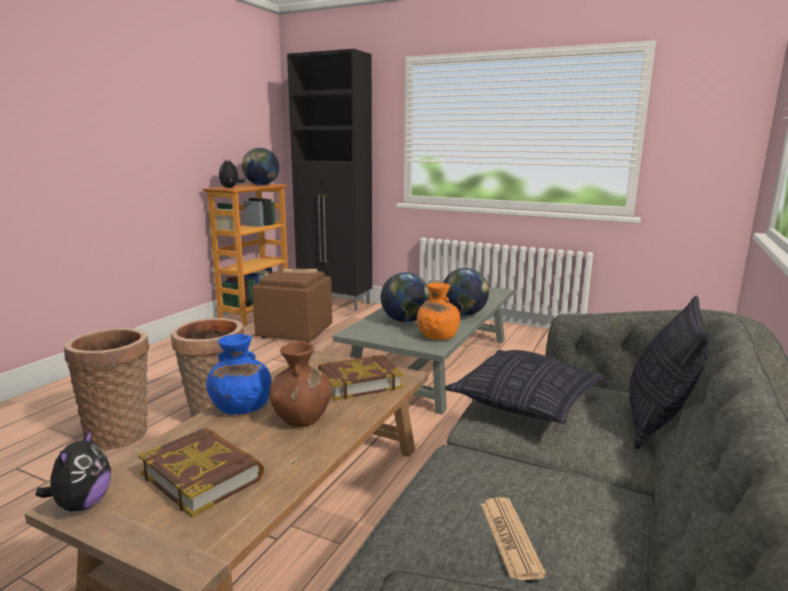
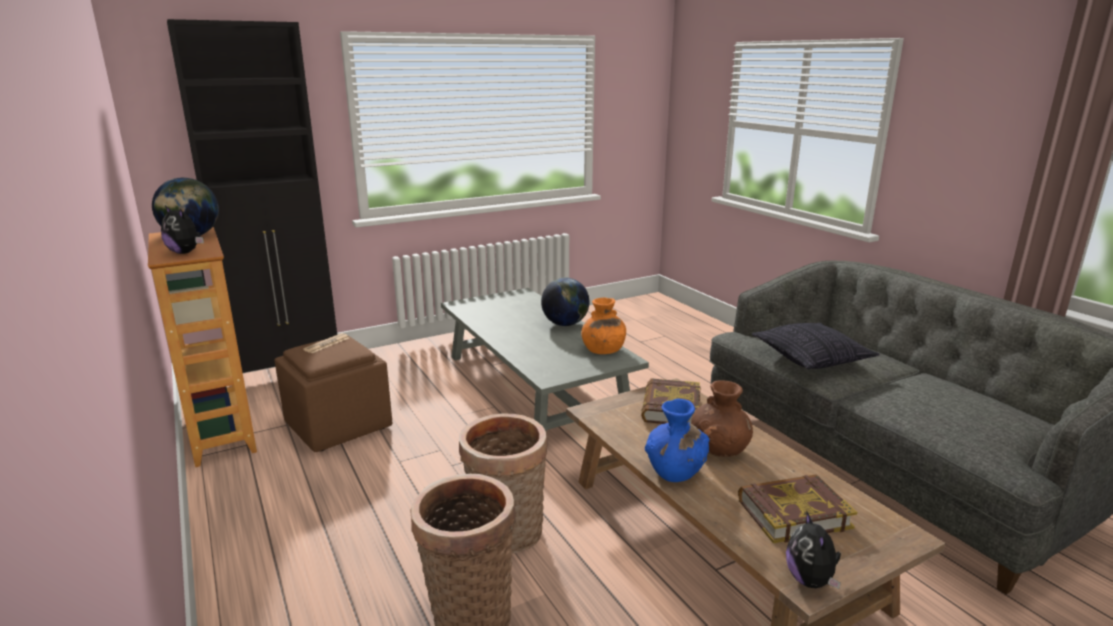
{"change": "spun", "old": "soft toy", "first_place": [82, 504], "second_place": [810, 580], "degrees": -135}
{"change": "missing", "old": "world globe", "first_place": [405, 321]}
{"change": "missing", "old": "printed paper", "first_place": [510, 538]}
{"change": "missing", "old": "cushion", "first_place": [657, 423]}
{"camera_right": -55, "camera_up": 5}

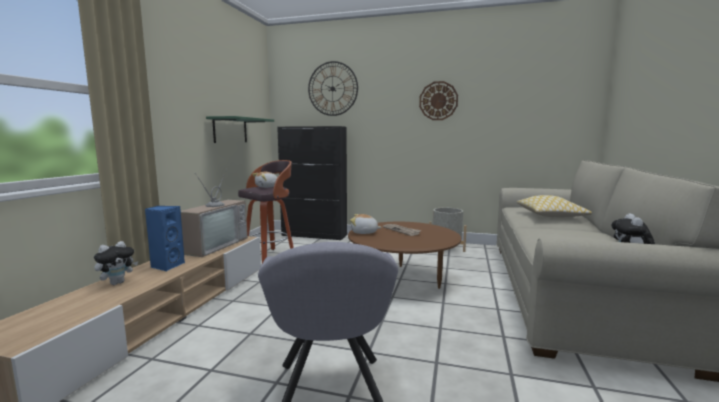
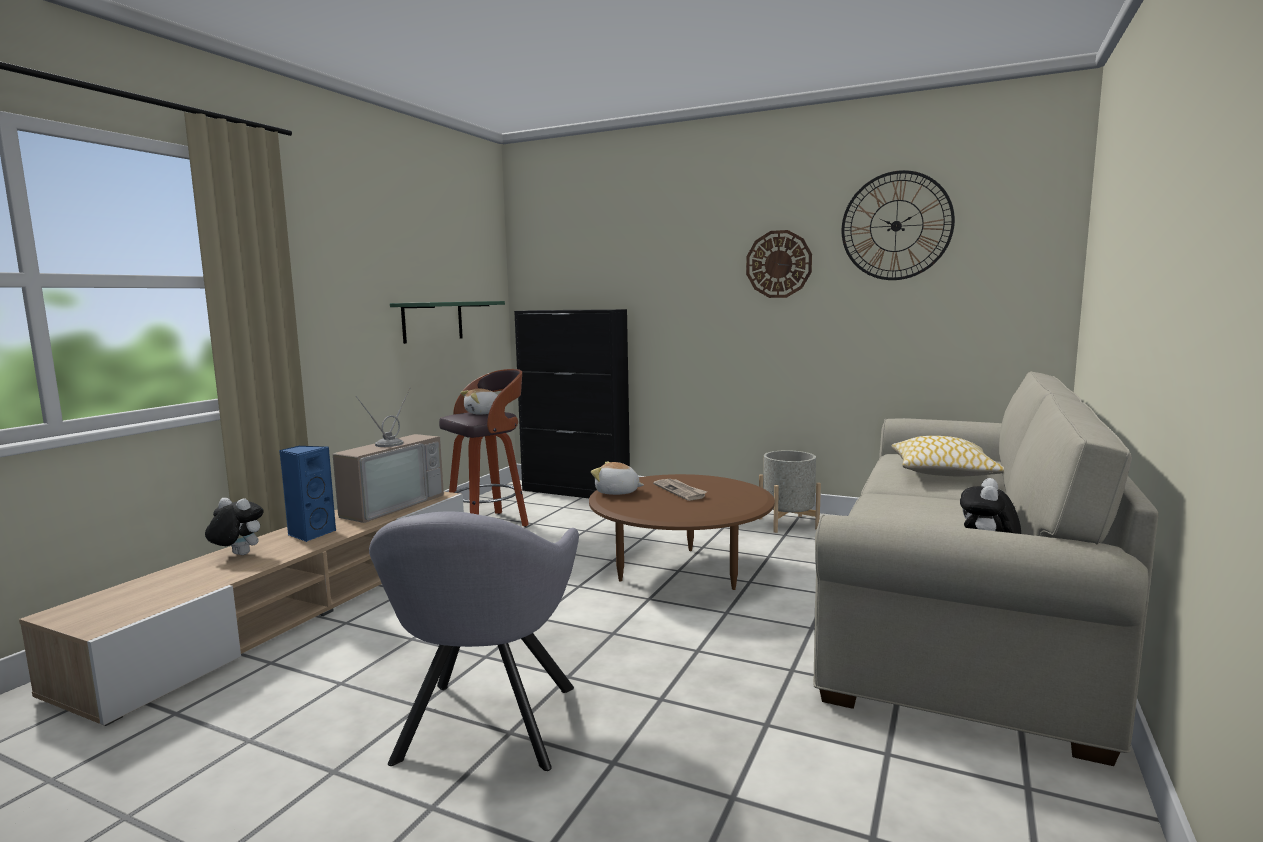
{"change": "spun", "old": "soft toy", "first_place": [117, 283], "second_place": [237, 555], "degrees": -120}
{"change": "relocated", "old": "wall clock", "first_place": [332, 88], "second_place": [896, 226]}
{"camera_right": 10, "camera_up": 0}

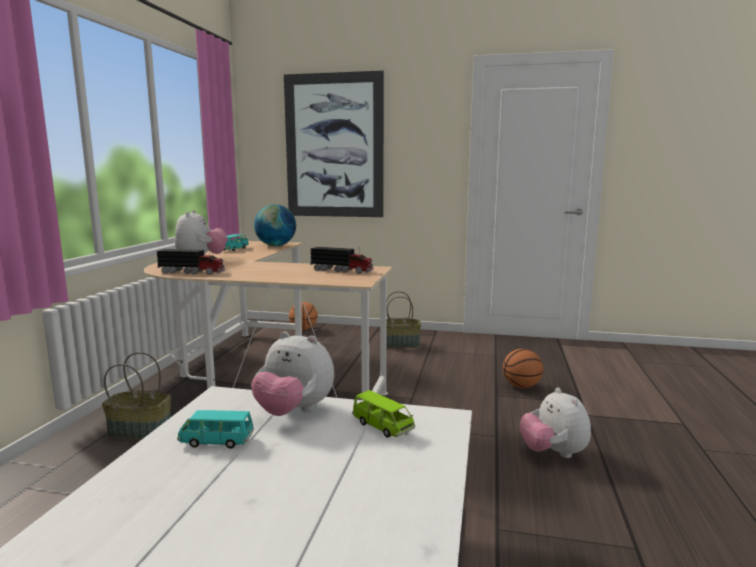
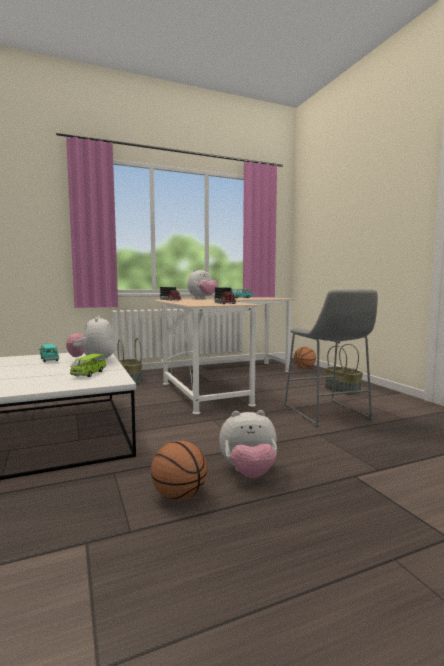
{"change": "missing", "old": "world globe", "first_place": [276, 245]}
{"change": "missing", "old": "wall art", "first_place": [334, 146]}
{"change": "relocated", "old": "basketball ball", "first_place": [521, 386], "second_place": [179, 496]}
{"change": "spun", "old": "soft toy", "first_place": [553, 453], "second_place": [249, 473], "degrees": -135}
{"change": "appeared", "new": "sitting stool/greyish", "second_place": [327, 414]}
{"camera_right": 55, "camera_up": -5}

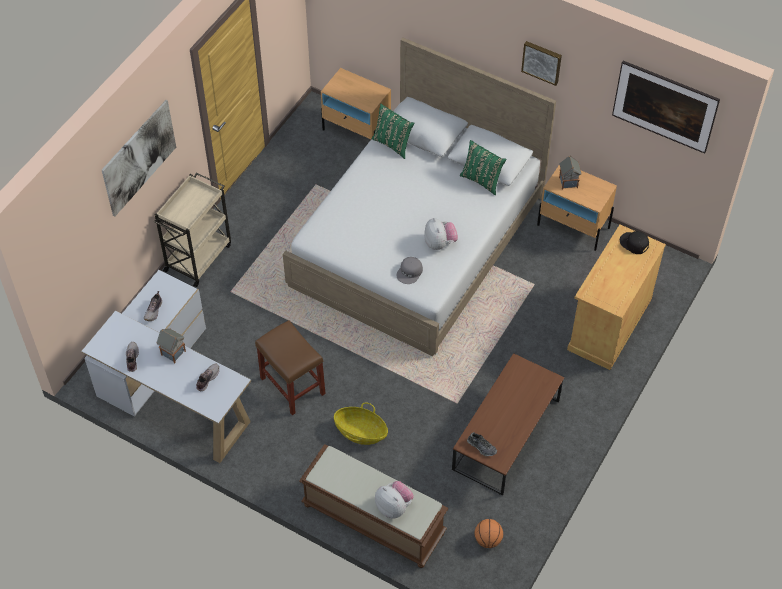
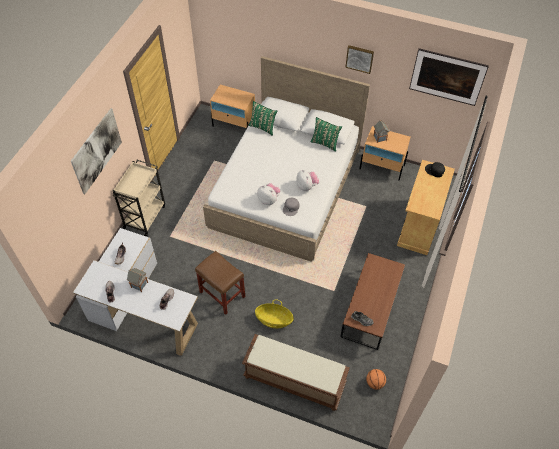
{"change": "relocated", "old": "soft toy", "first_place": [394, 507], "second_place": [269, 200]}
{"camera_right": -10, "camera_up": 0}

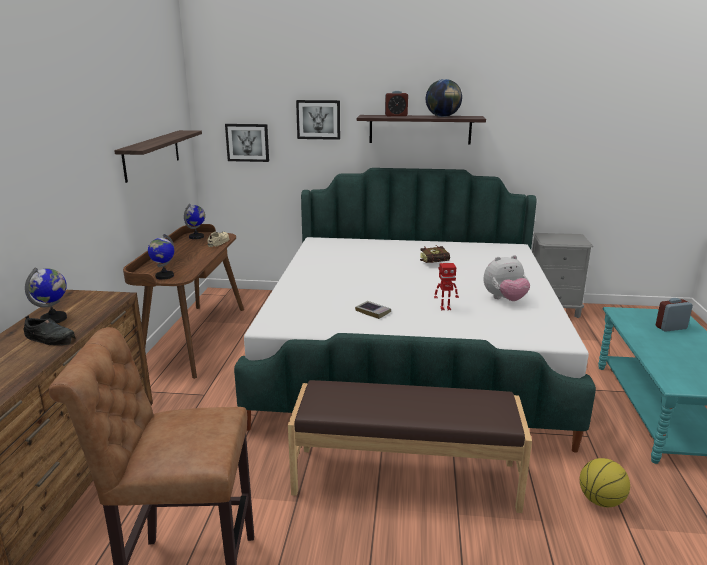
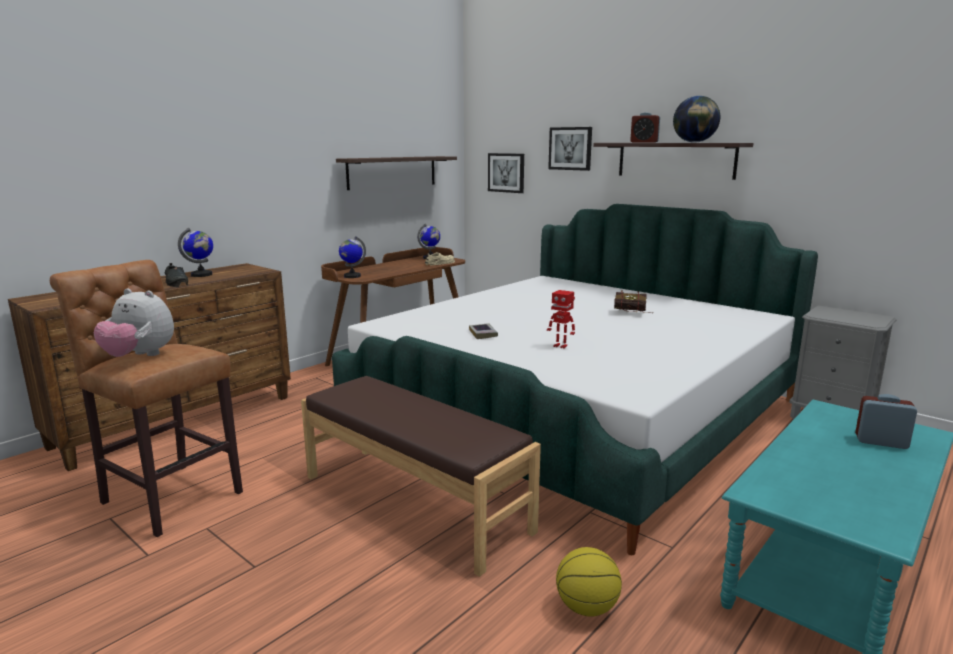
{"change": "relocated", "old": "soft toy", "first_place": [504, 299], "second_place": [139, 356]}
{"camera_right": 35, "camera_up": -5}

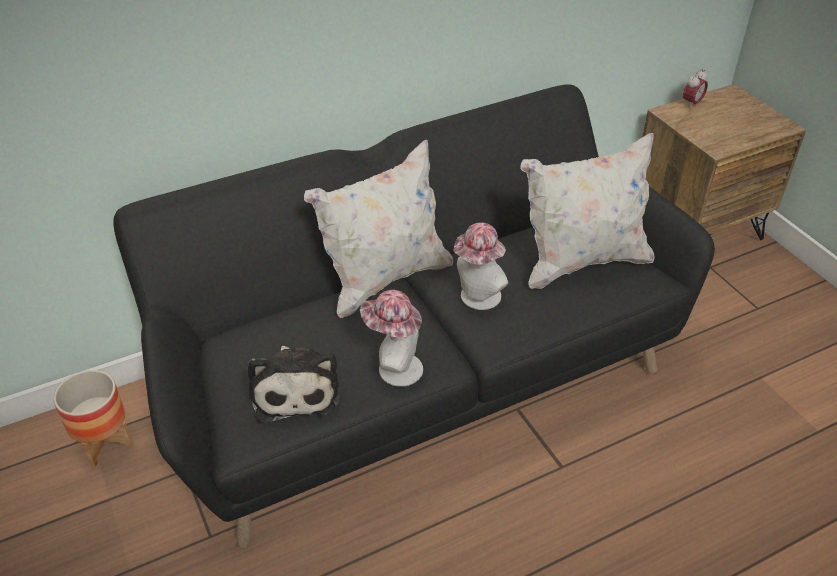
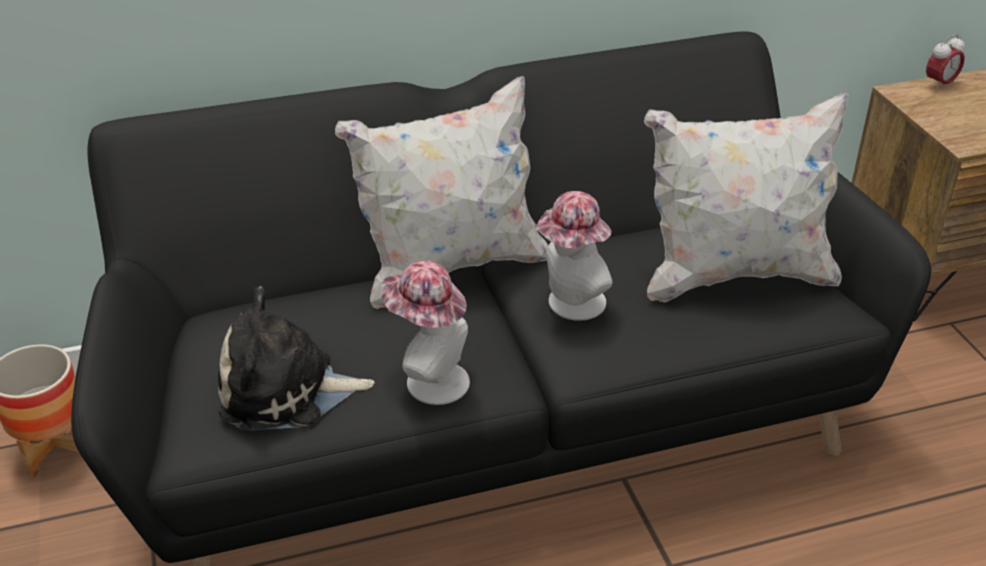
{"change": "spun", "old": "soft toy", "first_place": [295, 390], "second_place": [286, 391], "degrees": 90}
{"camera_right": 10, "camera_up": -5}

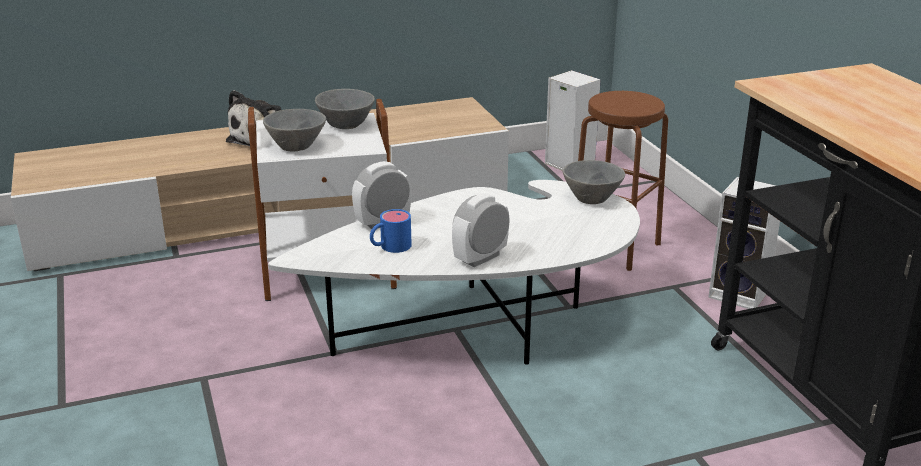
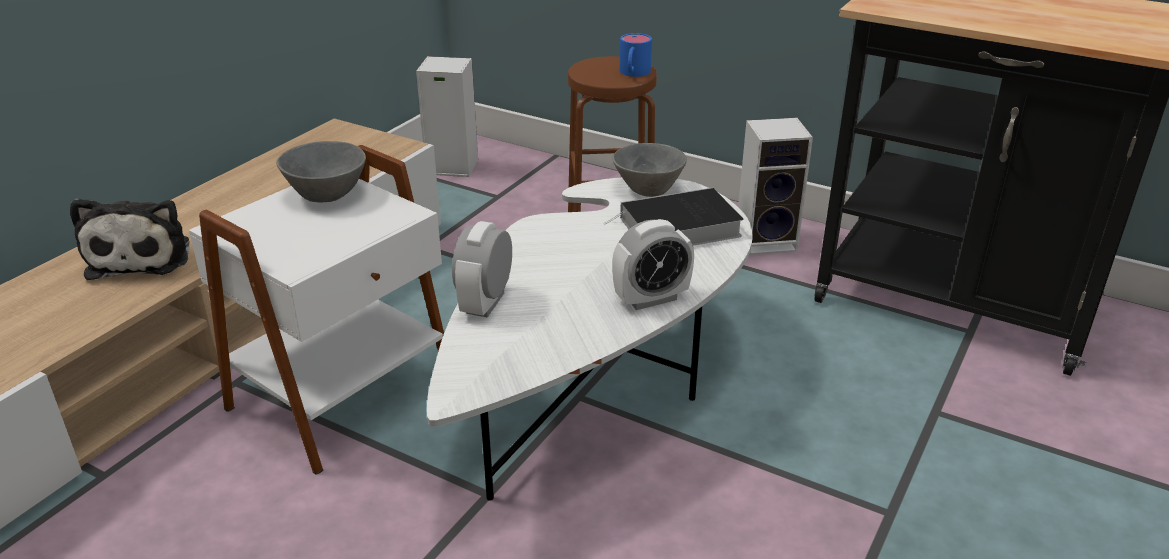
{"change": "missing", "old": "deep dish/greyish", "first_place": [298, 146]}
{"change": "relocated", "old": "tea mug/bluish", "first_place": [389, 247], "second_place": [633, 73]}
{"change": "spun", "old": "bedside clock", "first_place": [480, 258], "second_place": [651, 299], "degrees": -120}
{"change": "appeared", "new": "book", "second_place": [677, 228]}
{"camera_right": -40, "camera_up": 5}

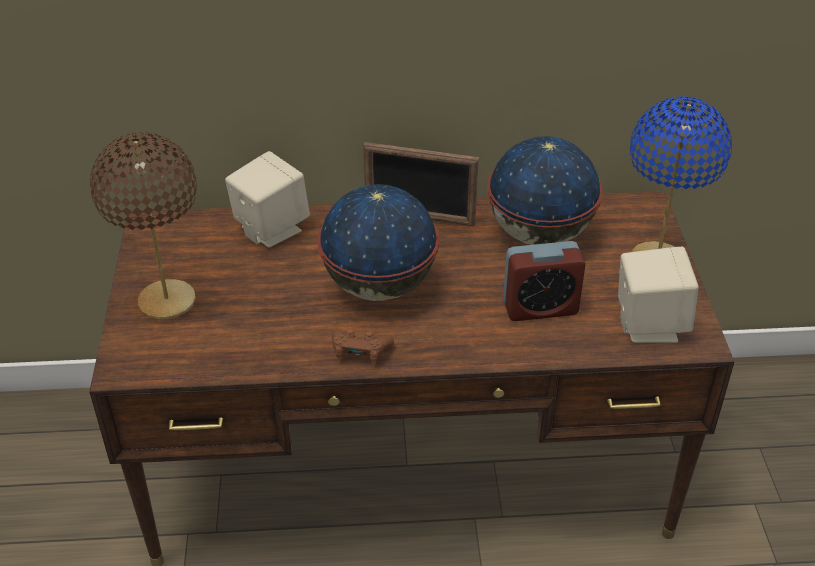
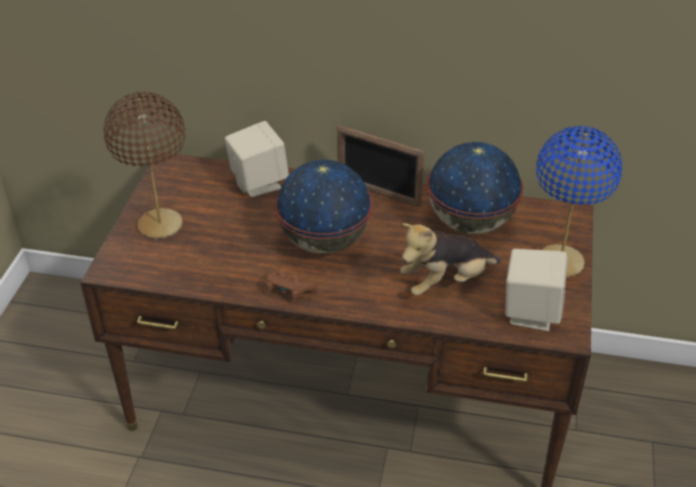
{"change": "exchanged", "old": "bedside clock", "new": "soft toy", "first_place": [540, 308], "second_place": [445, 282]}
{"camera_right": 15, "camera_up": 0}

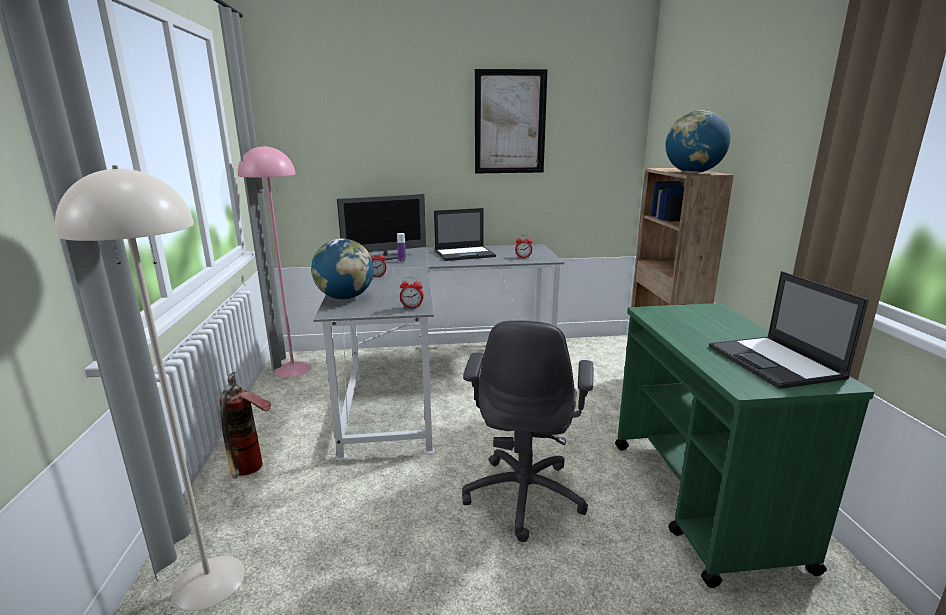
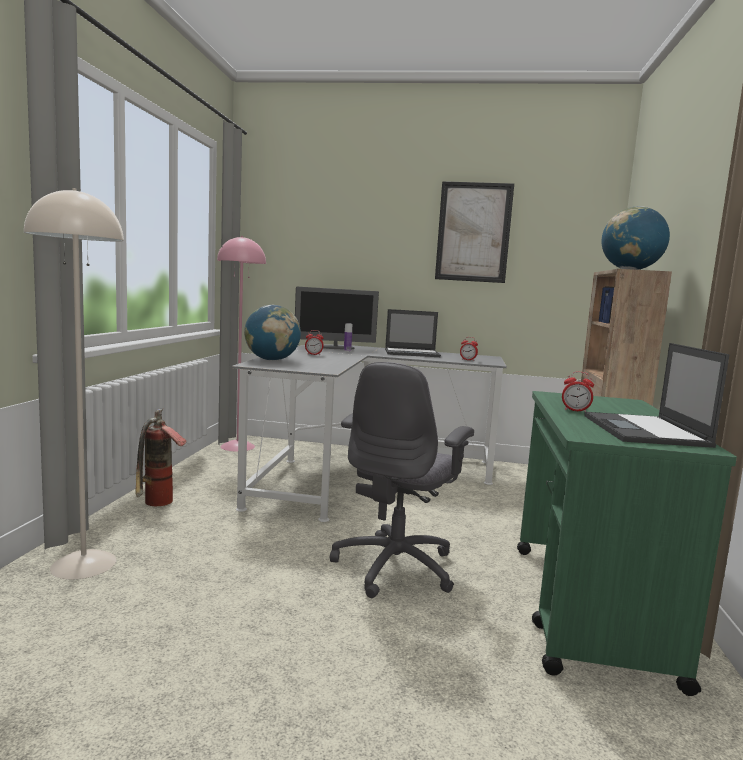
{"change": "relocated", "old": "bedside clock", "first_place": [412, 307], "second_place": [575, 411]}
{"camera_right": 15, "camera_up": -10}

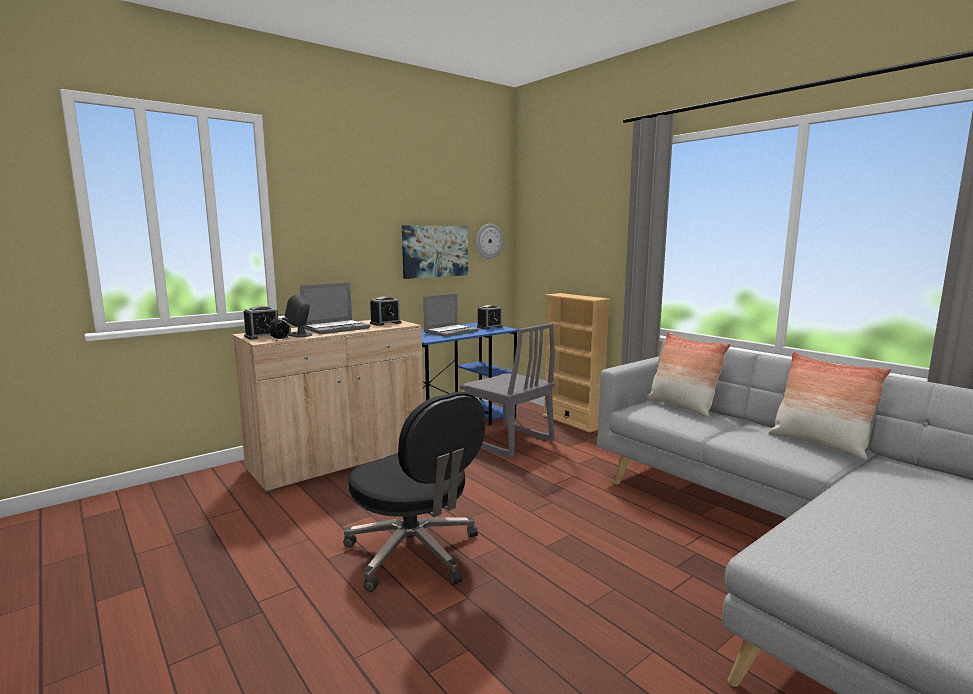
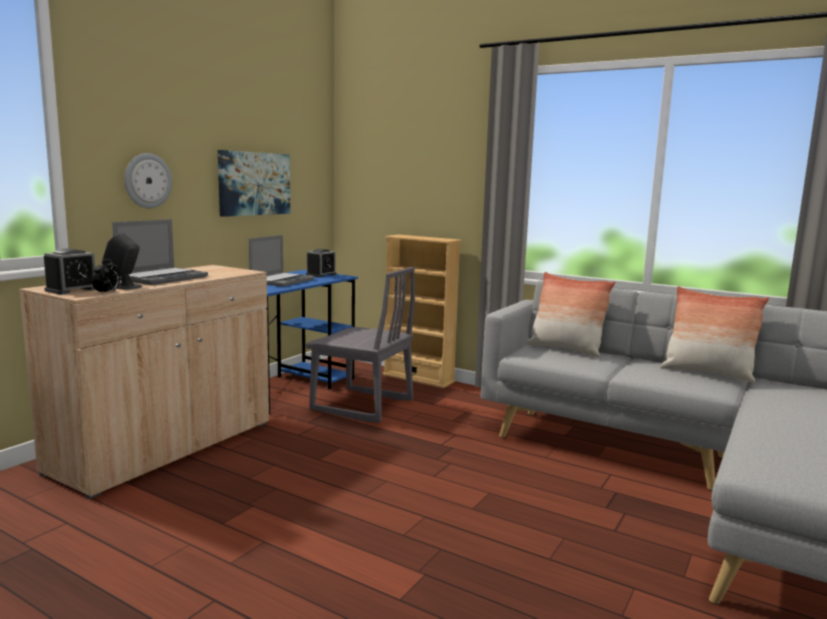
{"change": "missing", "old": "office chair/black", "first_place": [415, 553]}
{"change": "missing", "old": "bedside clock", "first_place": [385, 323]}
{"change": "relocated", "old": "wall clock", "first_place": [489, 241], "second_place": [147, 181]}
{"camera_right": -20, "camera_up": 0}

